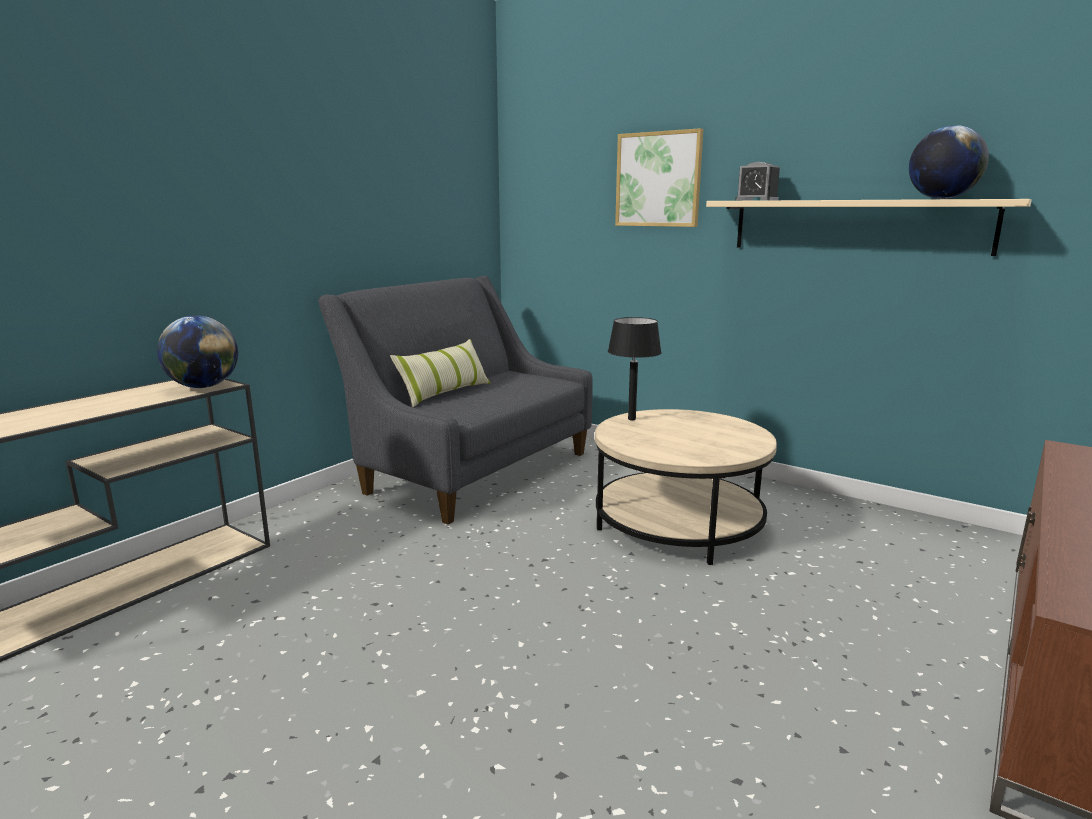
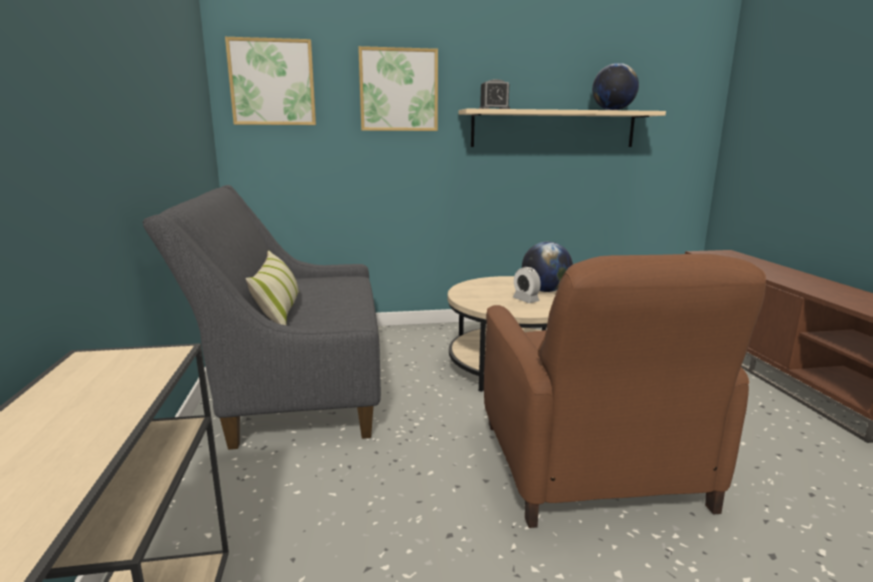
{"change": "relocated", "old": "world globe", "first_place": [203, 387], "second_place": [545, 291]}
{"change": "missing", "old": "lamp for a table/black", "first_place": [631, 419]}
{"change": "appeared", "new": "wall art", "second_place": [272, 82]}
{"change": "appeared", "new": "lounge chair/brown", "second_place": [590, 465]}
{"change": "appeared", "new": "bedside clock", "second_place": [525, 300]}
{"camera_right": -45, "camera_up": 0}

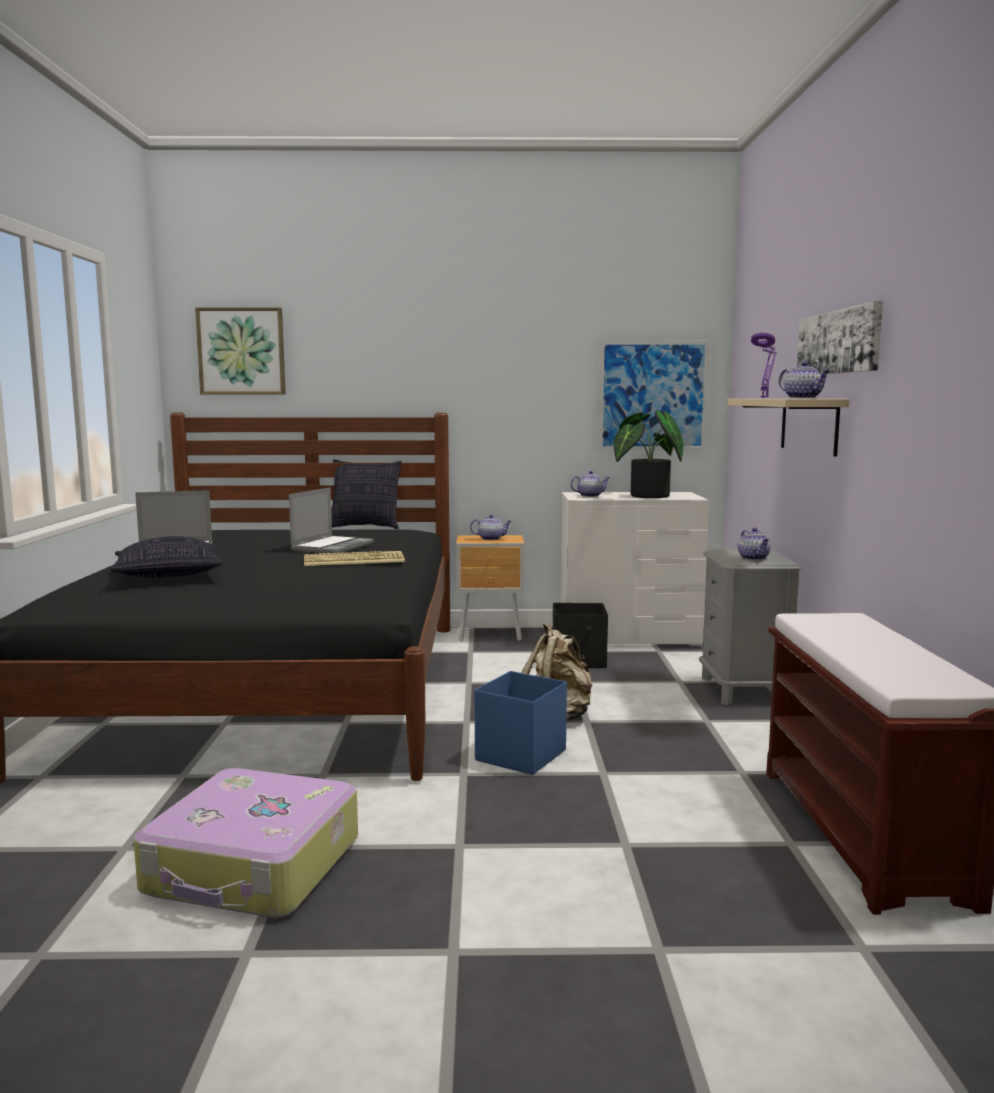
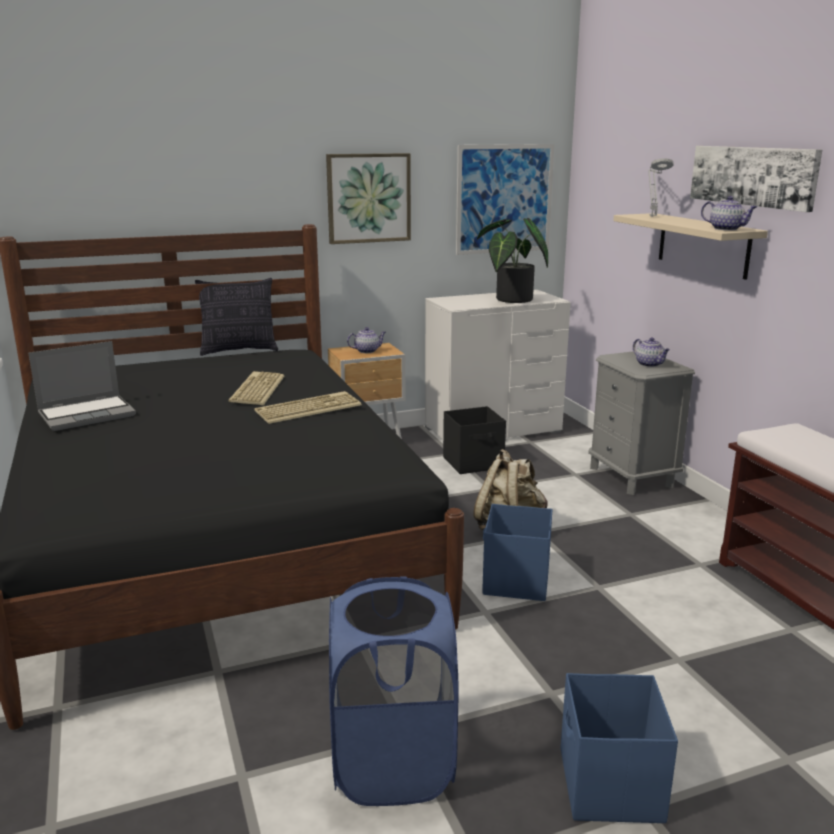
{"change": "missing", "old": "cushion", "first_place": [168, 576]}
{"change": "exchanged", "old": "piece of luggage", "new": "hamper/bluish", "first_place": [254, 867], "second_place": [392, 764]}
{"change": "relocated", "old": "wall art", "first_place": [241, 351], "second_place": [368, 198]}
{"change": "exchanged", "old": "notebook computer", "new": "keyboard", "first_place": [332, 547], "second_place": [256, 389]}
{"change": "missing", "old": "tea pot", "first_place": [590, 496]}
{"change": "colour", "old": "lamp for a table/purplish", "new": "lamp for a table/greyish", "first_place": [764, 398], "second_place": [652, 216]}
{"change": "appeared", "new": "storage bin/bluish", "second_place": [609, 787]}
{"camera_right": -20, "camera_up": 10}

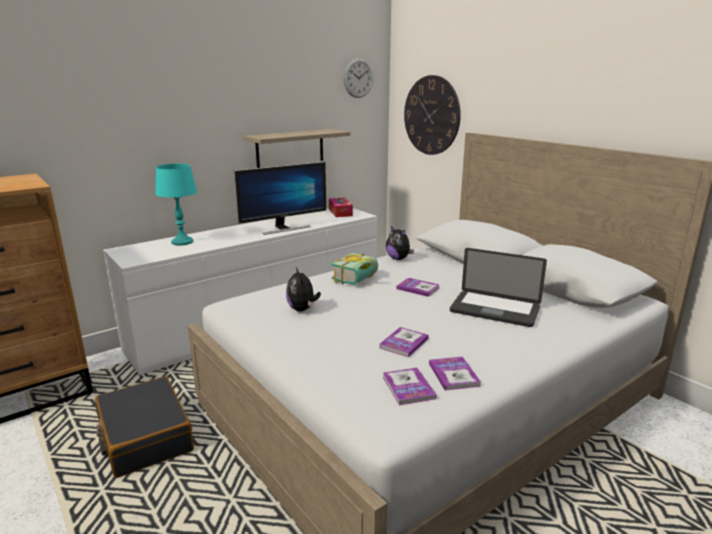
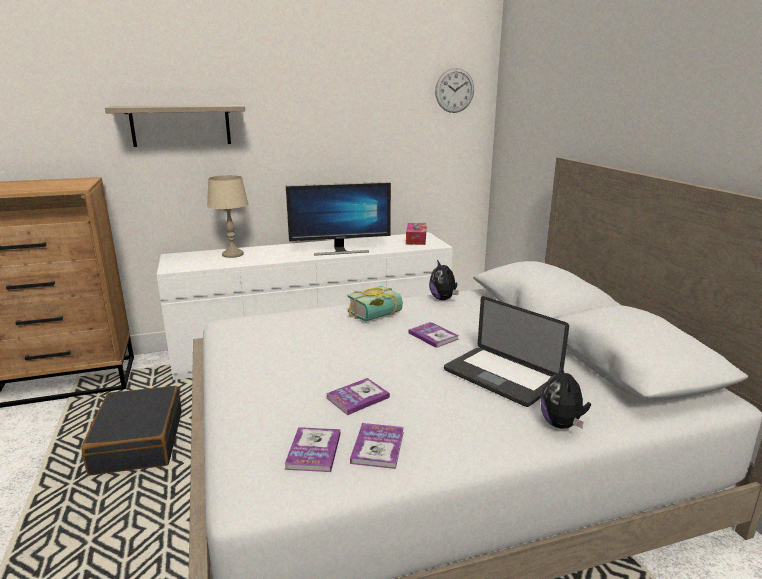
{"change": "colour", "old": "lamp for a table/turquoise-coloured", "new": "lamp for a table/beige", "first_place": [182, 242], "second_place": [233, 254]}
{"change": "relocated", "old": "wall shelf", "first_place": [290, 148], "second_place": [181, 125]}
{"change": "relocated", "old": "soft toy", "first_place": [302, 309], "second_place": [561, 424]}
{"change": "missing", "old": "wall clock", "first_place": [431, 115]}
{"camera_right": 20, "camera_up": 0}

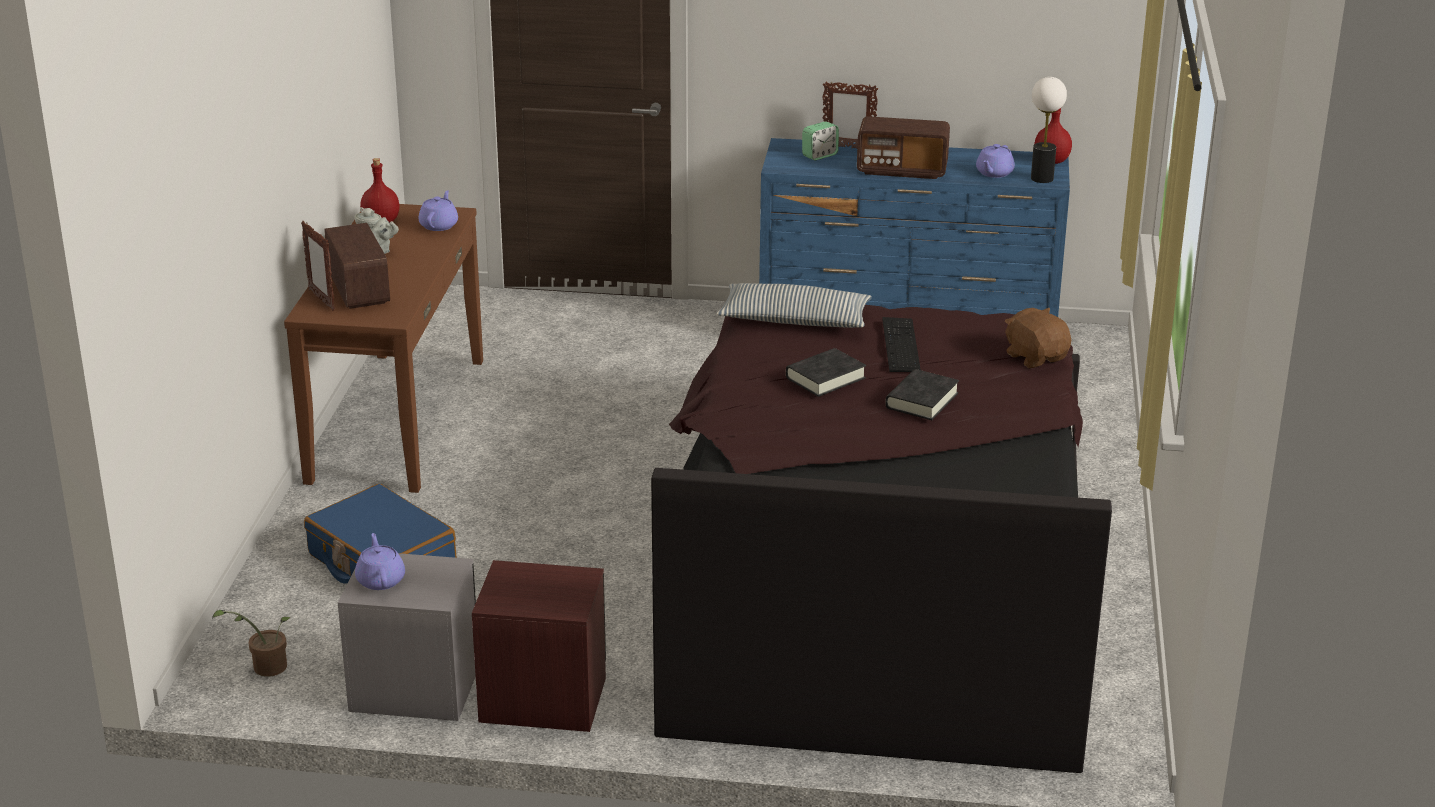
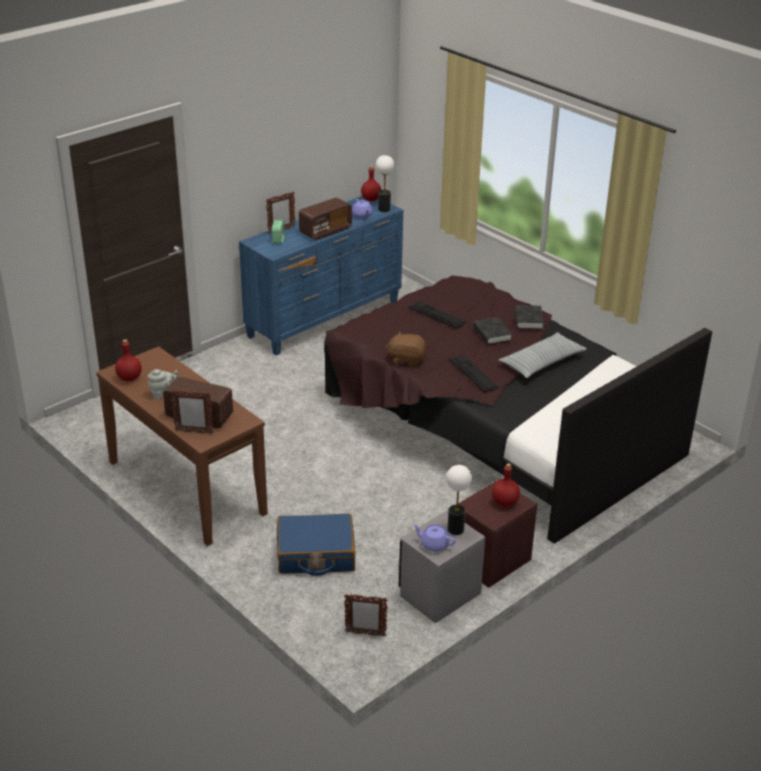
{"change": "exchanged", "old": "potted plant", "new": "picture frame", "first_place": [264, 667], "second_place": [365, 634]}
{"change": "missing", "old": "tea pot/purplish", "first_place": [439, 225]}
{"change": "relocated", "old": "cushion", "first_place": [794, 320], "second_place": [542, 363]}
{"change": "relocated", "old": "book/black", "first_place": [825, 378], "second_place": [528, 320]}
{"change": "relocated", "old": "soft toy/brown", "first_place": [1036, 357], "second_place": [406, 359]}
{"change": "appeared", "new": "lamp for a table", "second_place": [455, 529]}
{"change": "appeared", "new": "keyboard", "second_place": [473, 373]}
{"change": "appeared", "new": "beverage bottle/reddish", "second_place": [505, 502]}
{"camera_right": -50, "camera_up": 5}

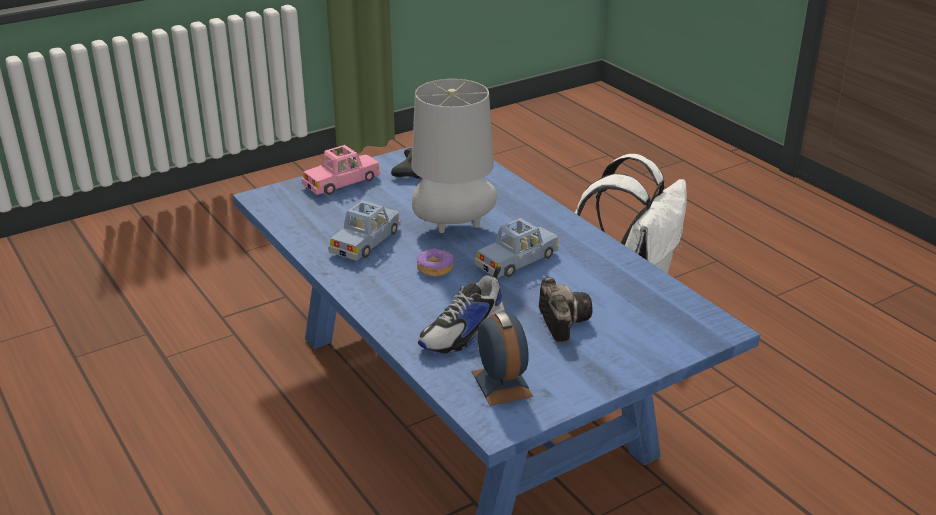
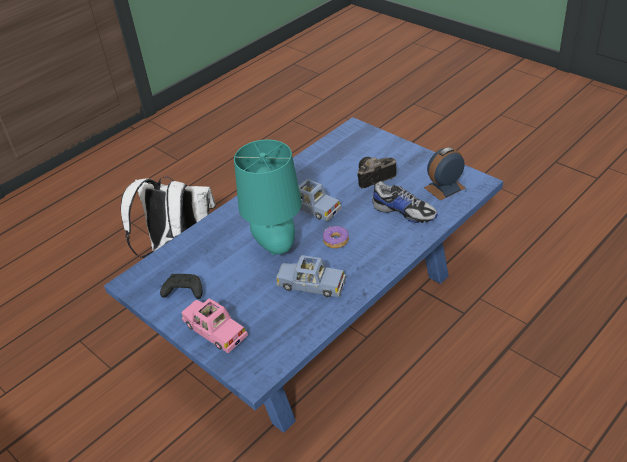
{"change": "colour", "old": "lamp for a table/greyish", "new": "lamp for a table/turquoise-coloured", "first_place": [453, 228], "second_place": [276, 246]}
{"camera_right": -100, "camera_up": 10}

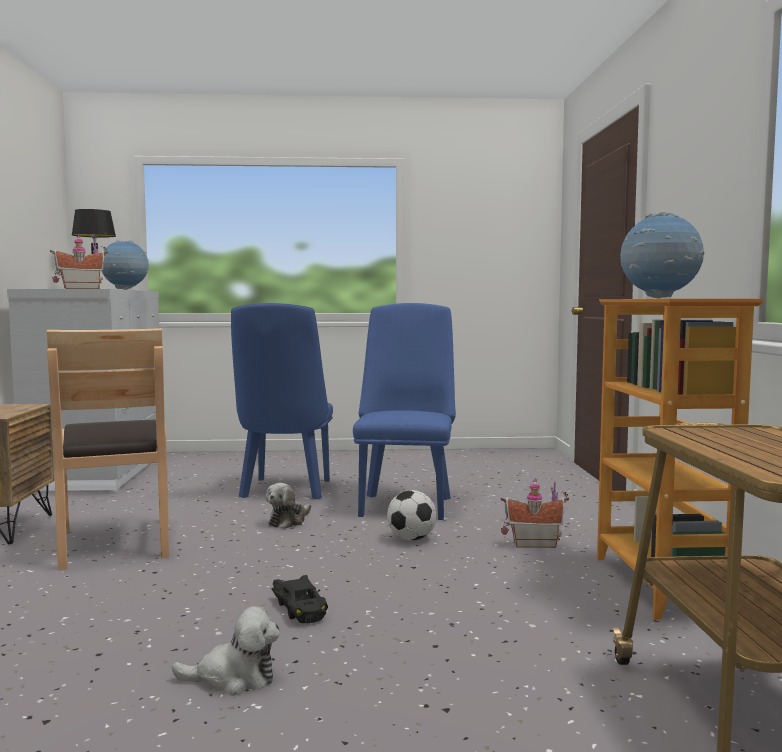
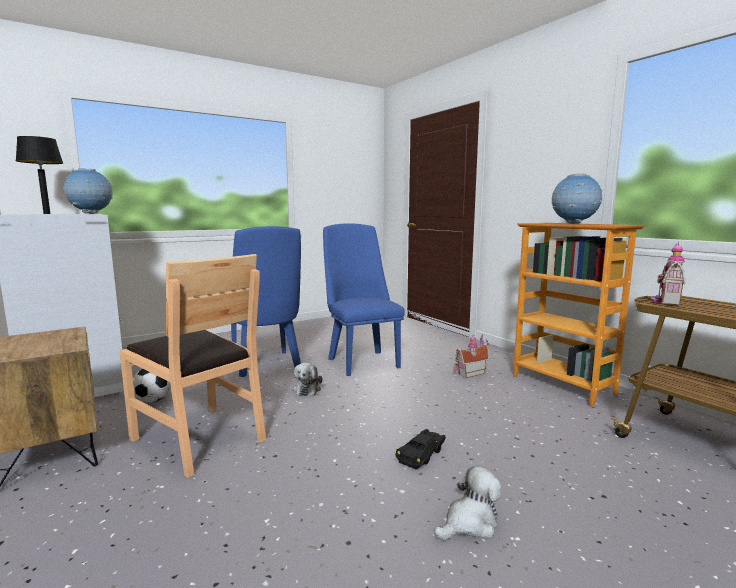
{"change": "relocated", "old": "model house", "first_place": [80, 289], "second_place": [665, 300]}
{"change": "spun", "old": "model car/black", "first_place": [300, 608], "second_place": [422, 454], "degrees": -90}
{"change": "relocated", "old": "football ball", "first_place": [411, 539], "second_place": [153, 400]}
{"camera_right": -30, "camera_up": 5}

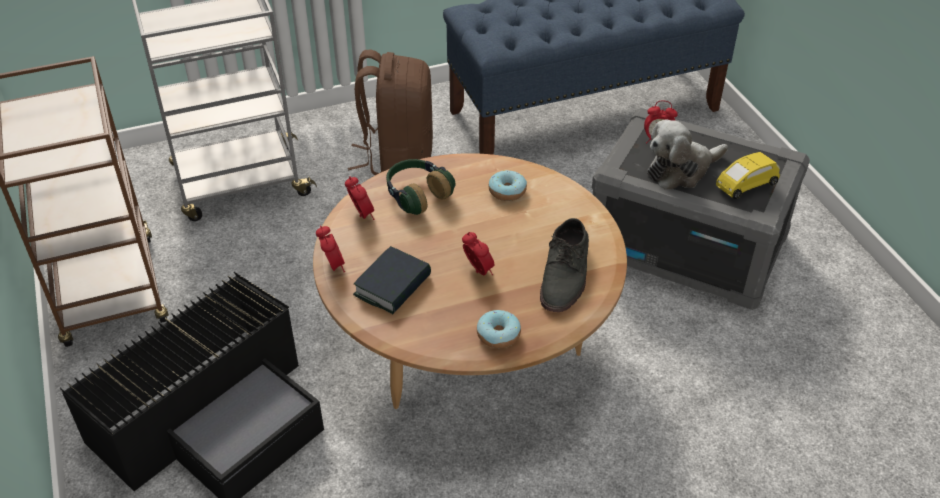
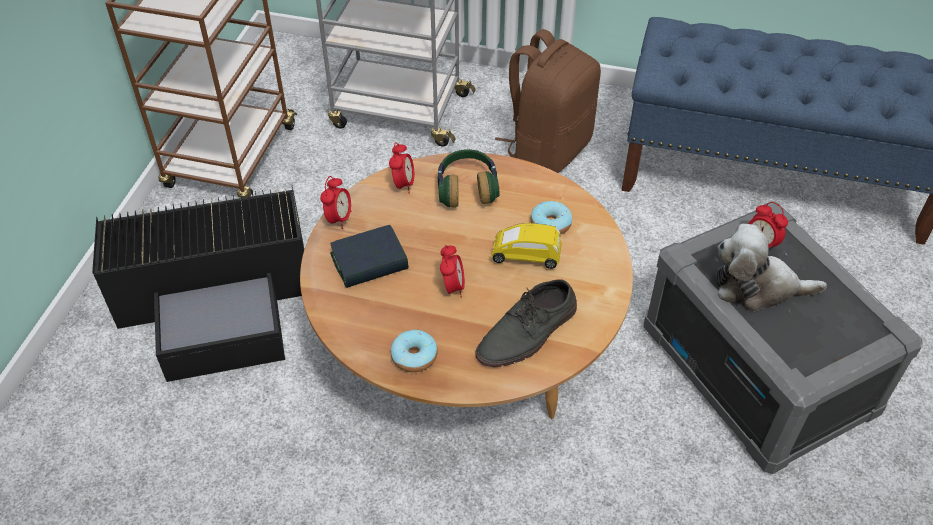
{"change": "relocated", "old": "model car/yellow-coloured", "first_place": [745, 186], "second_place": [526, 256]}
{"camera_right": 35, "camera_up": 5}

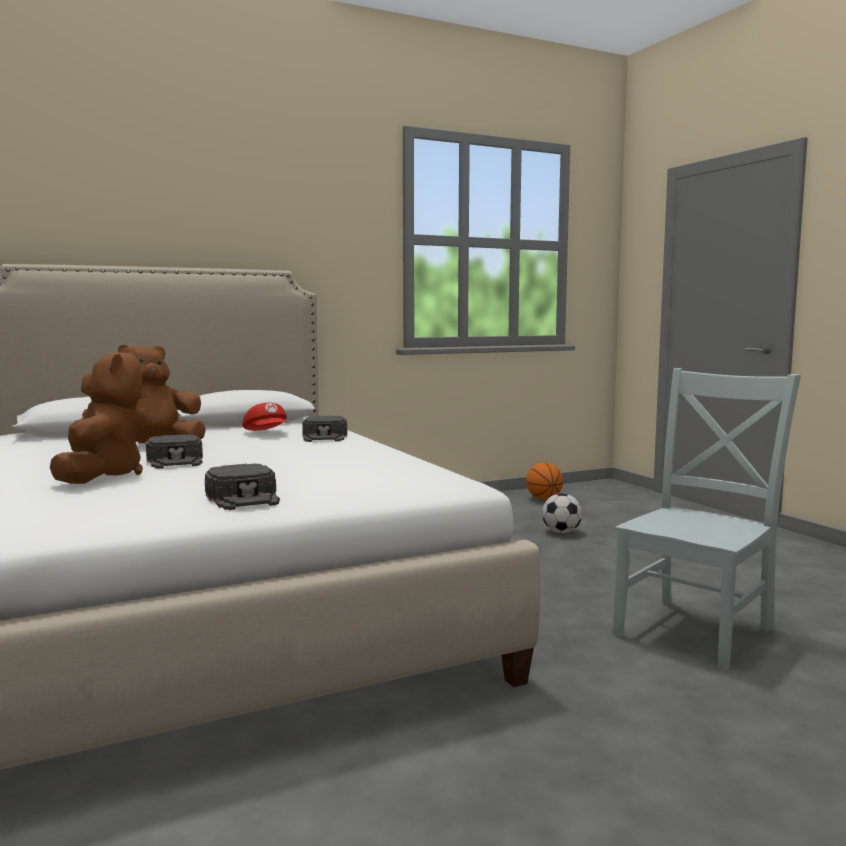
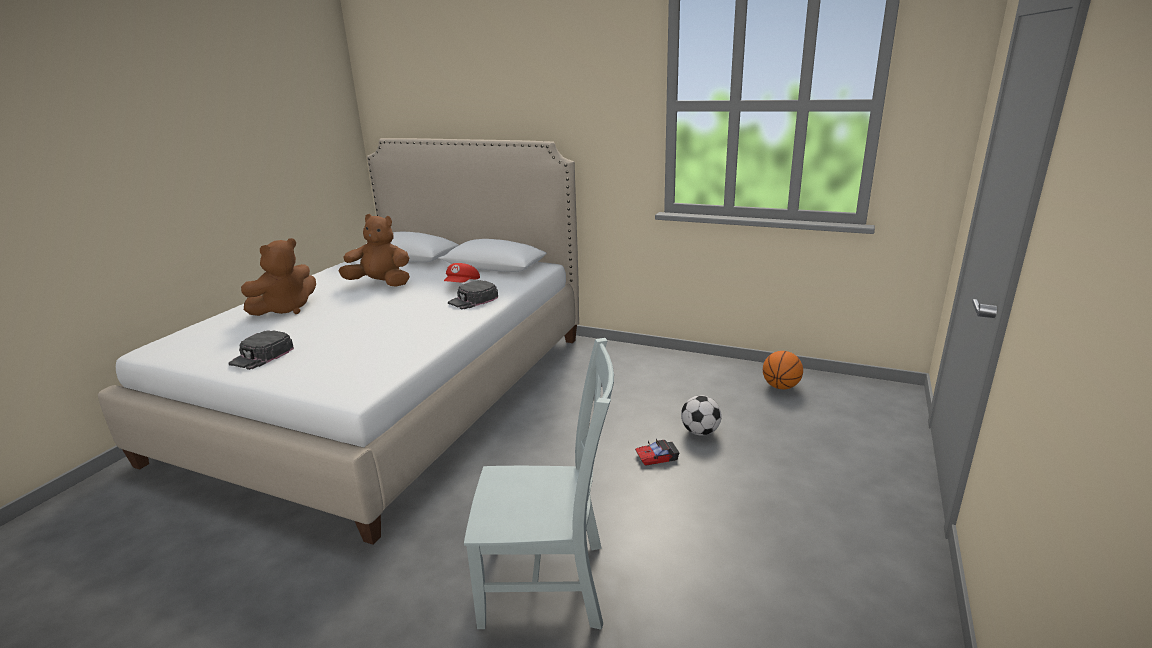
{"change": "missing", "old": "cap/black", "first_place": [175, 460]}
{"change": "appeared", "new": "model car", "second_place": [657, 457]}
{"camera_right": 50, "camera_up": 15}

